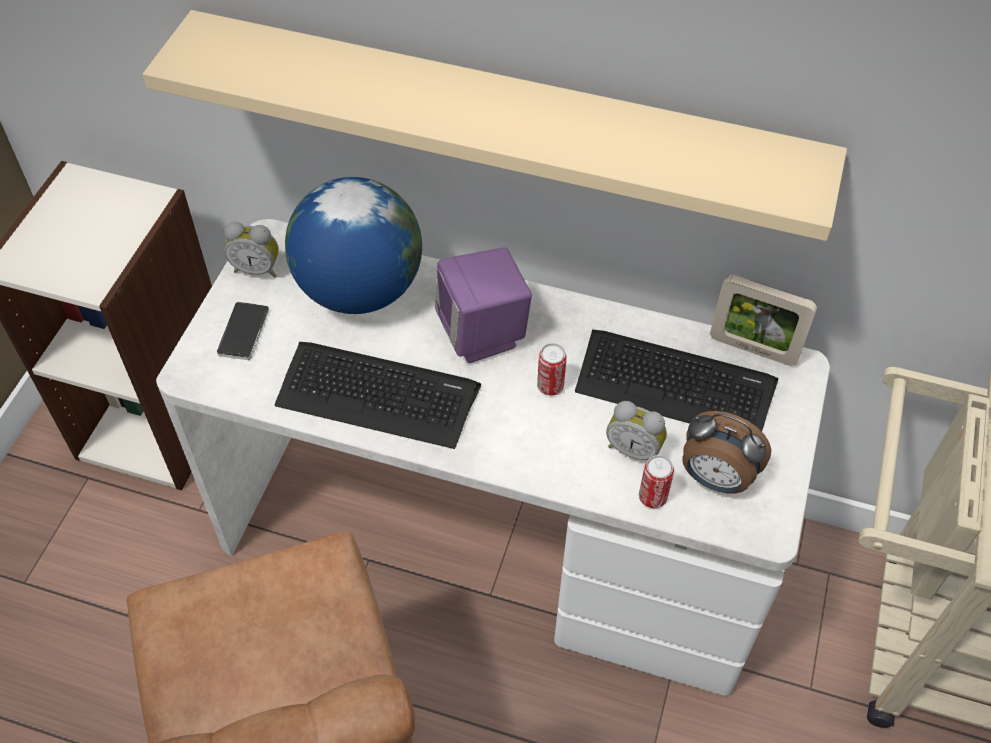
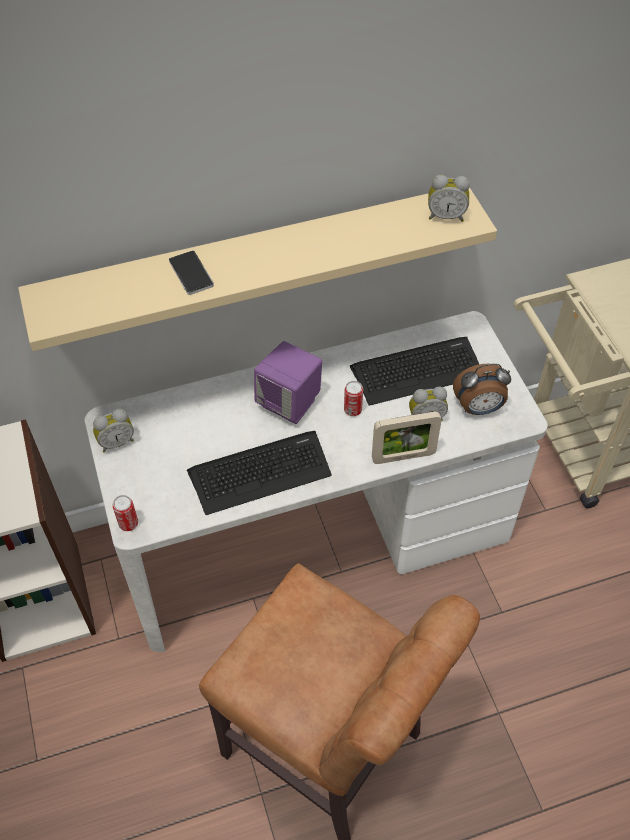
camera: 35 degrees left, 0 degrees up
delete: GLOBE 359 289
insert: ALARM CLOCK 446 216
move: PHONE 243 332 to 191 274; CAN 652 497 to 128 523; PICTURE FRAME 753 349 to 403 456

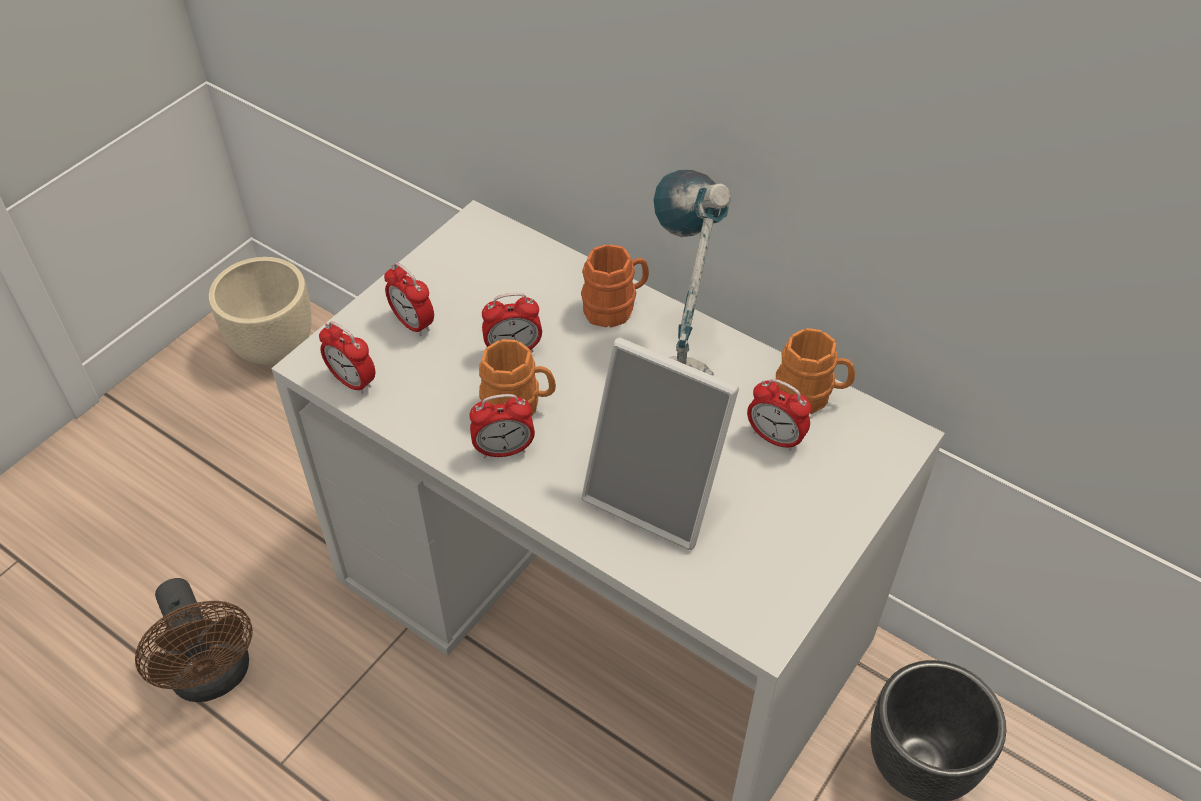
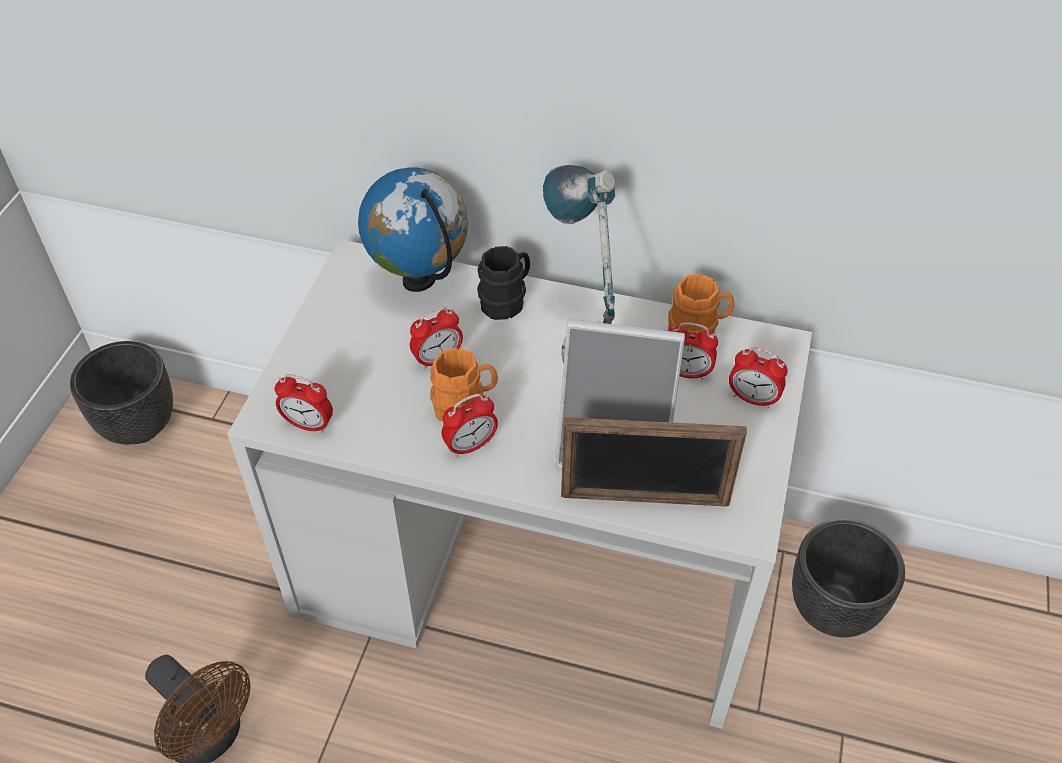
camera: 20 degrees left, 0 degrees up
insert: GLOBE 420 280; PICTURE FRAME 644 499
move: ALARM CLOCK 413 323 to 753 398
recolor: BEIGE PLANTER 275 348 to BLACK PLANTER 140 425; ORANGE MUG 615 307 to BLACK MUG 507 300

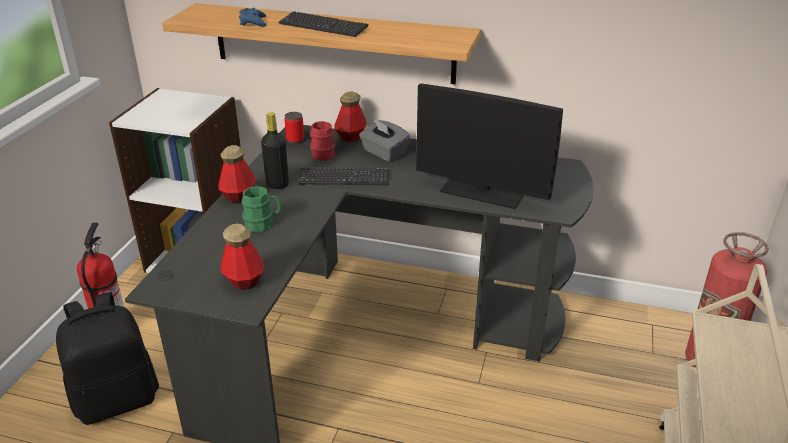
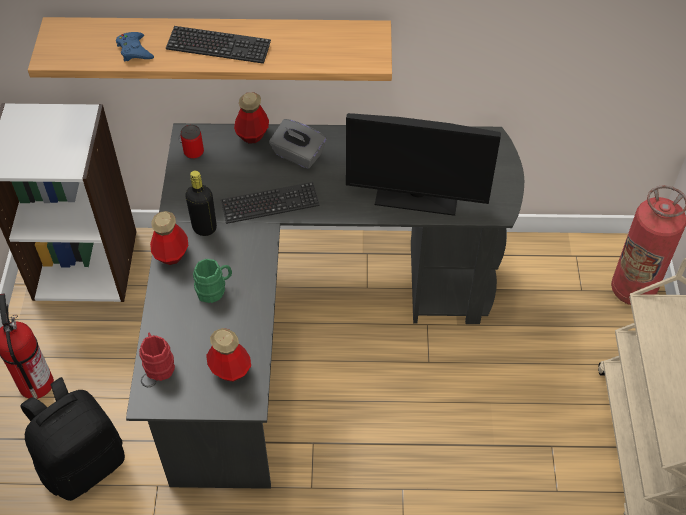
camera: 15 degrees left, 20 degrees up
move: RED MUG 323 153 to 158 364

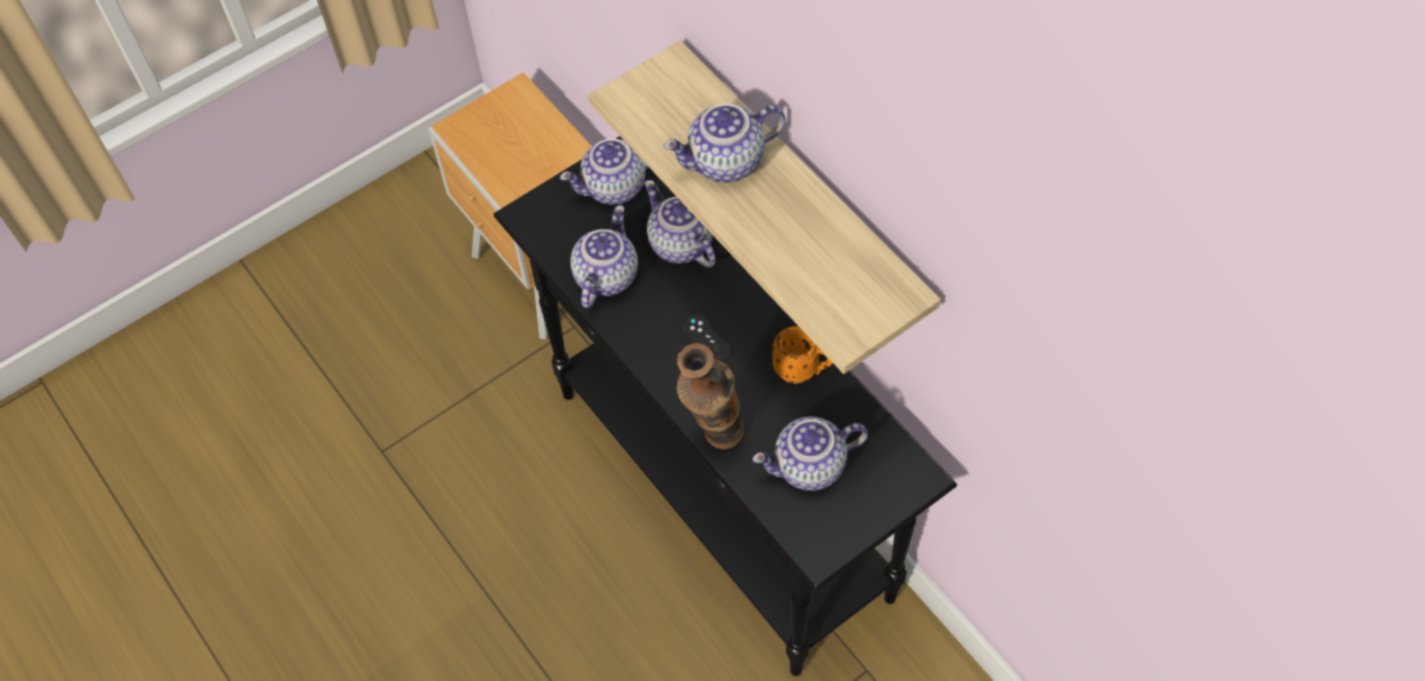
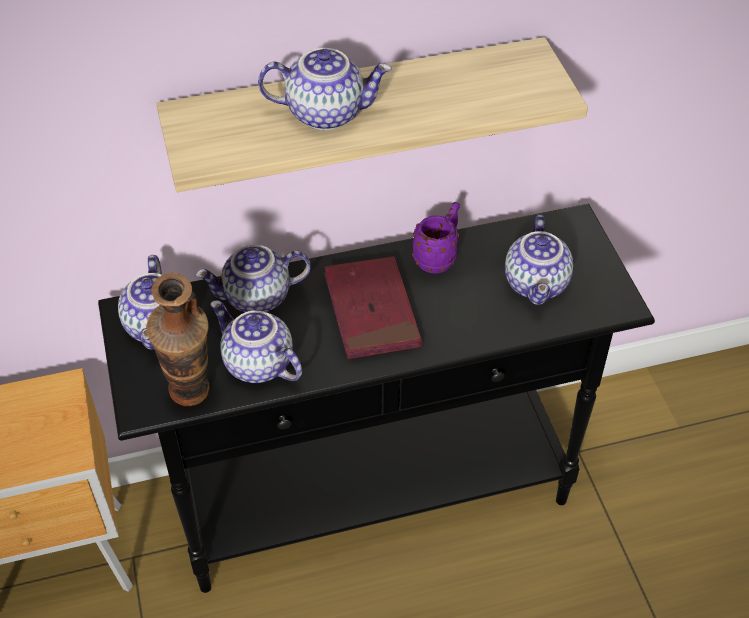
camera: 70 degrees left, 10 degrees down
move: VASE 713 441 to 193 402
replace: BLACK GAME CONTROLLER 707 339 to RED BOOK 371 311
recolor: ORANGE MUG 803 369 to PURPLE MUG 438 257
rotate: TEAPOT 726 163 = 326 112 90 degrees counterclockwise

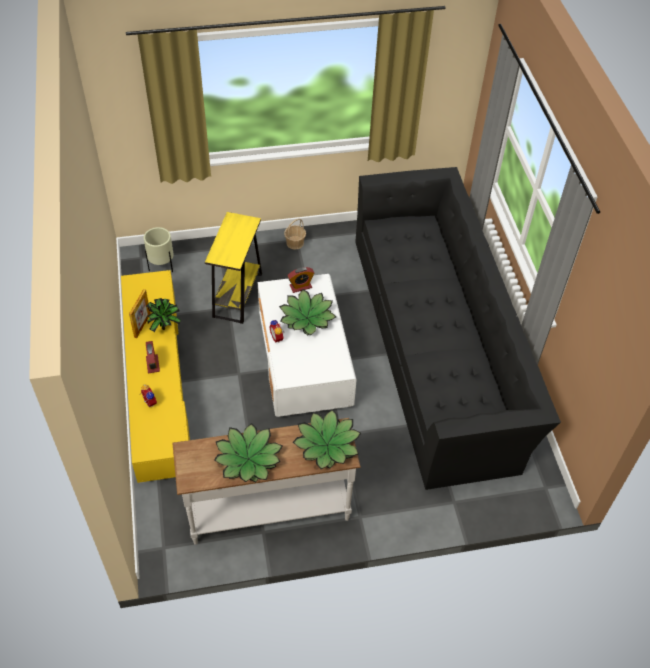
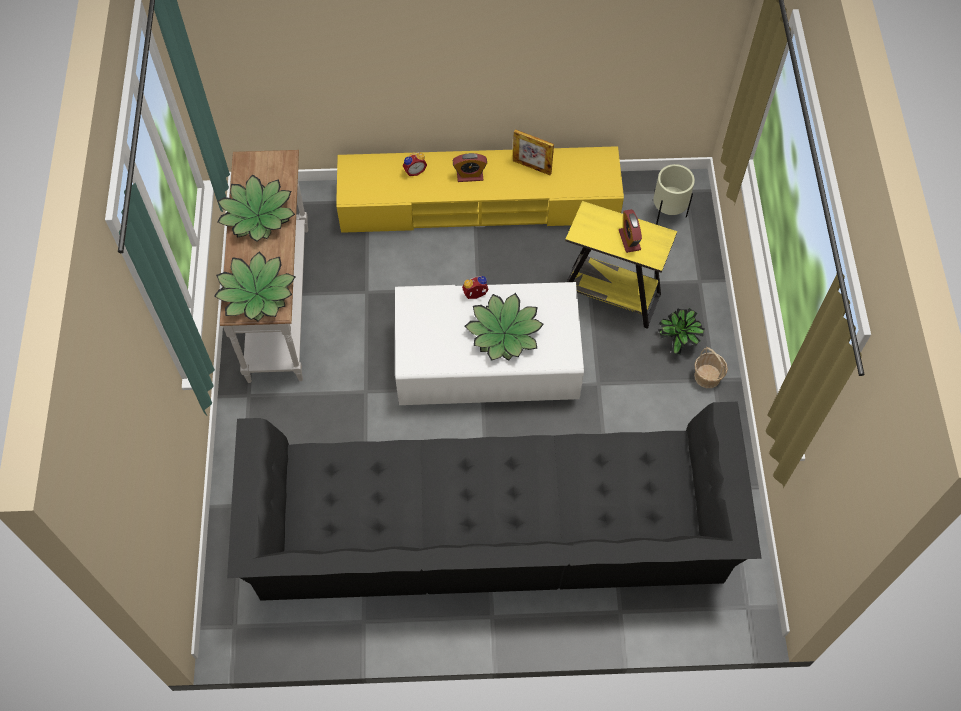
camera: 100 degrees right, 10 degrees up
move: POTTED PLANT 165 327 to 678 343; ALARM CLOCK 300 286 to 629 240

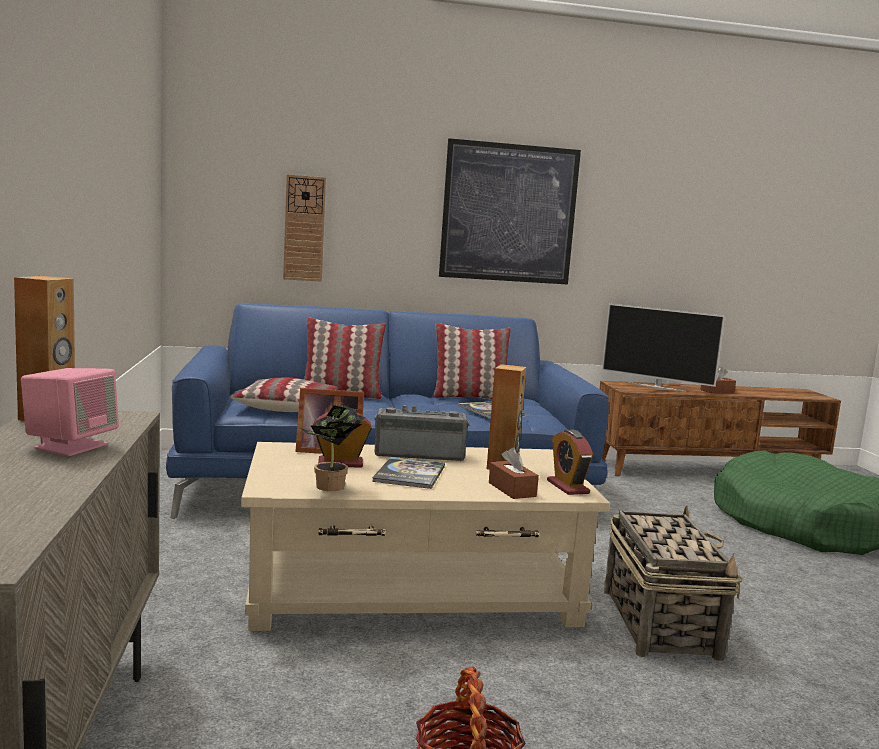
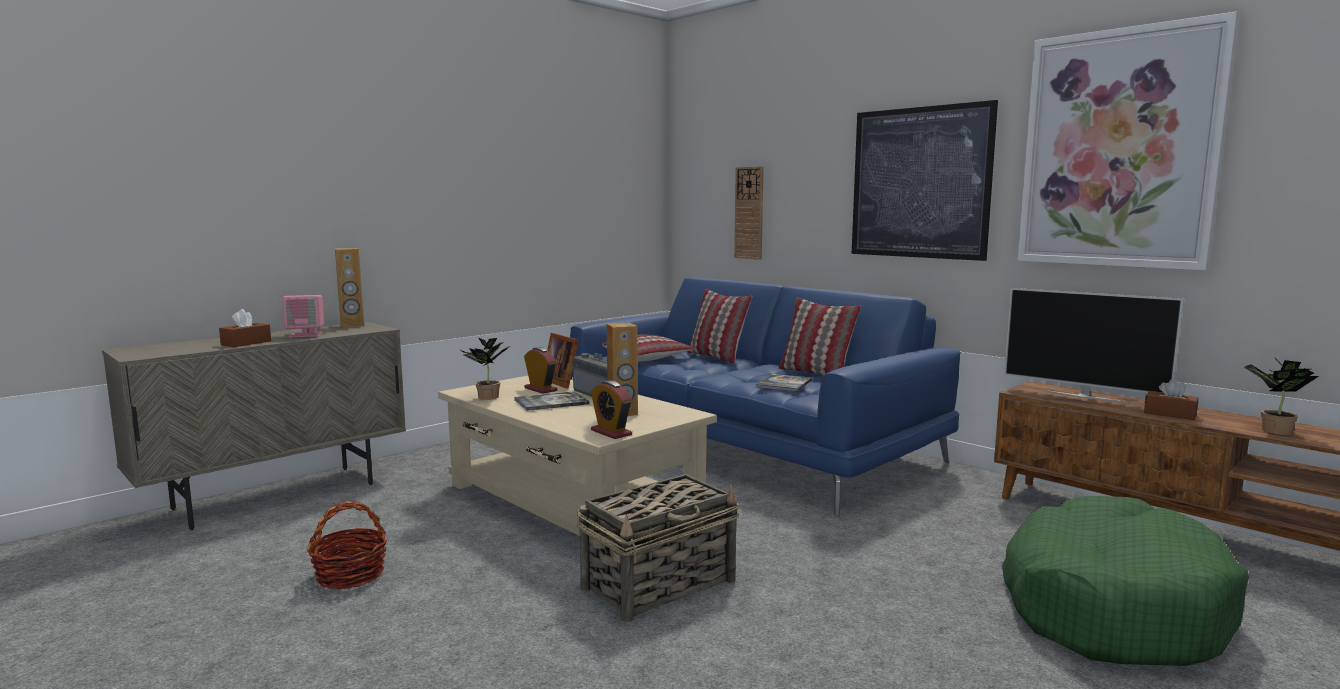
camera: 55 degrees right, 0 degrees up
insert: PICTURE 1118 149; POTTED PLANT 1271 430
move: BROWN TISSUE BOX 512 489 to 246 343
rotate: ALARM CLOCK 567 487 = 611 432 75 degrees counterclockwise; TELEVISION 656 387 = 1083 396 45 degrees counterclockwise

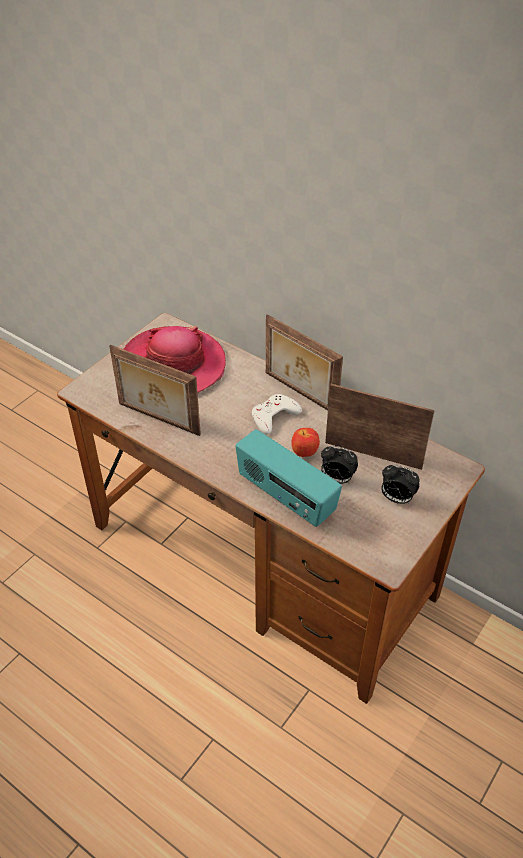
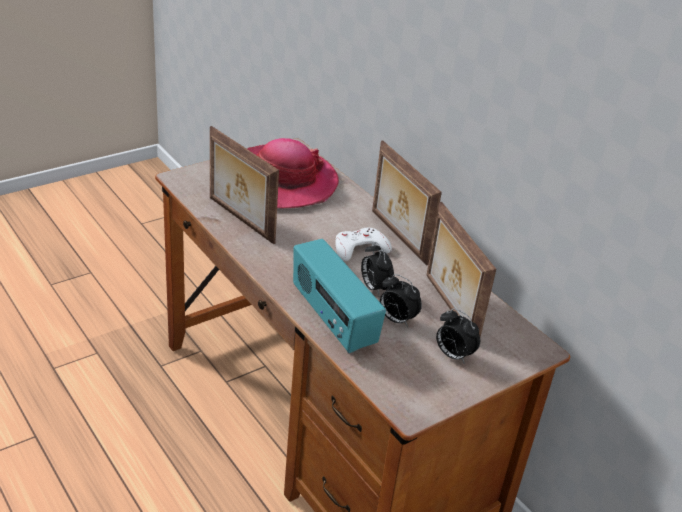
camera: 15 degrees right, 10 degrees down
replace: APPLE 304 453 to ALARM CLOCK 374 288
rotate: PICTURE FRAME 373 454 = 449 309 150 degrees counterclockwise

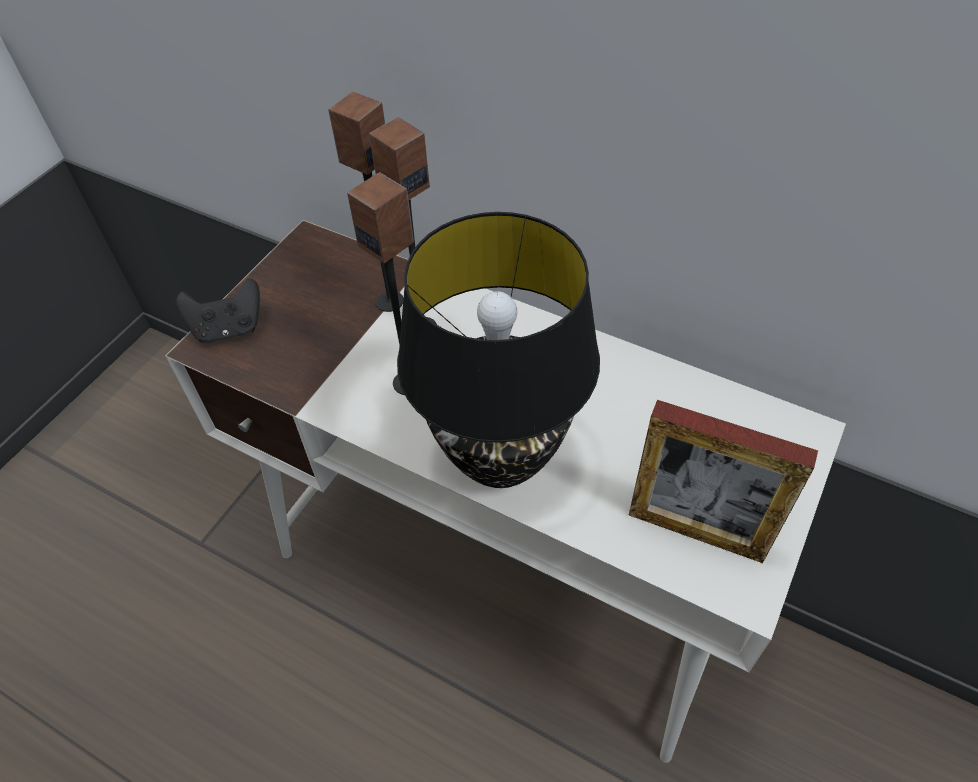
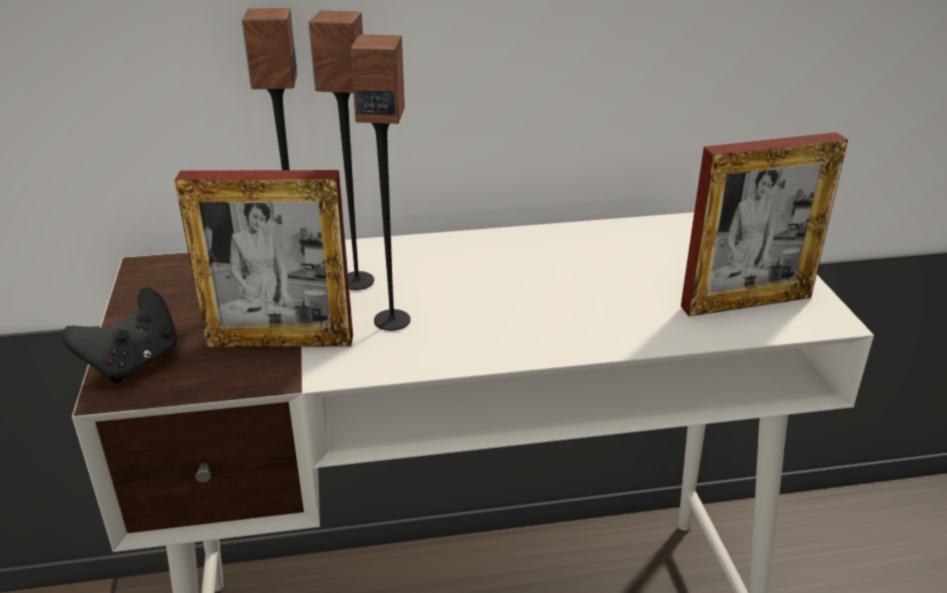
camera: 40 degrees left, 20 degrees down
delete: BLACK TABLE LAMP 499 457
insert: PICTURE FRAME 280 341

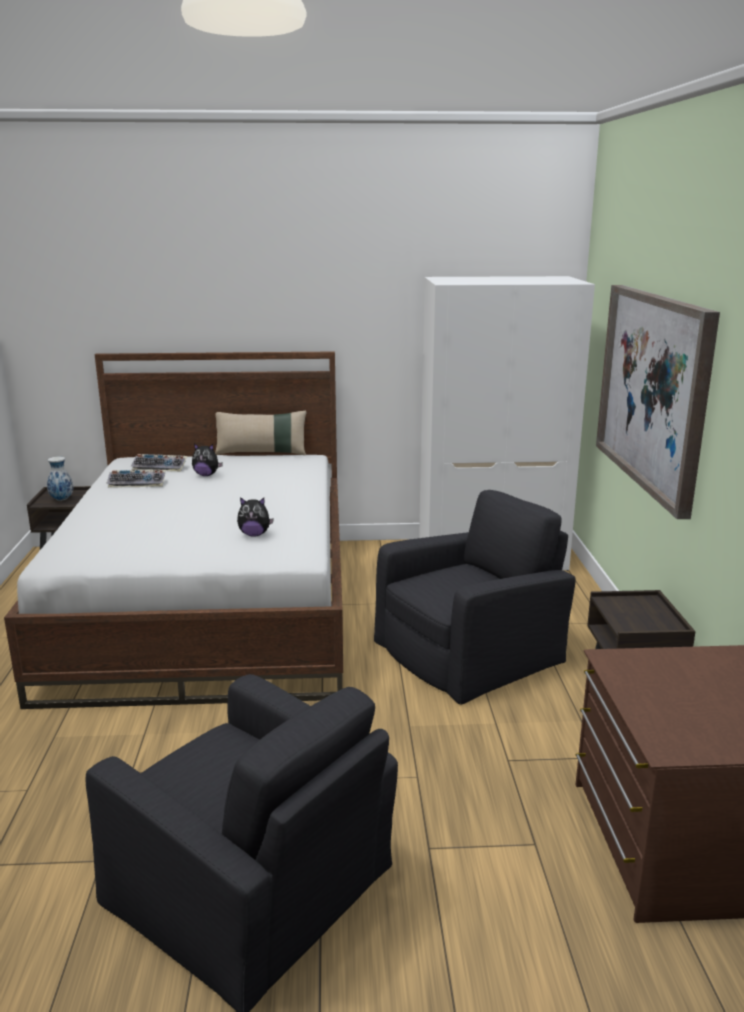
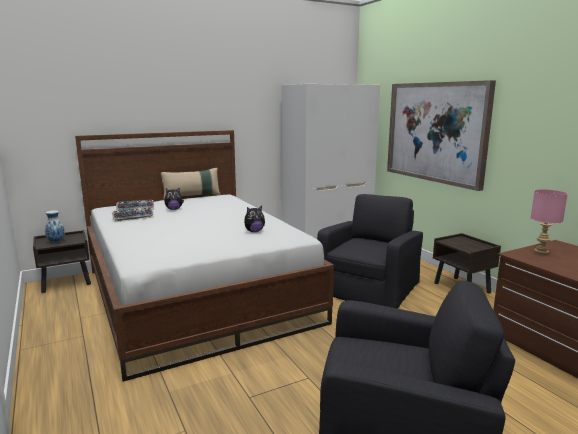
camera: 25 degrees left, 5 degrees down
insert: PINK TABLE LAMP 541 252

